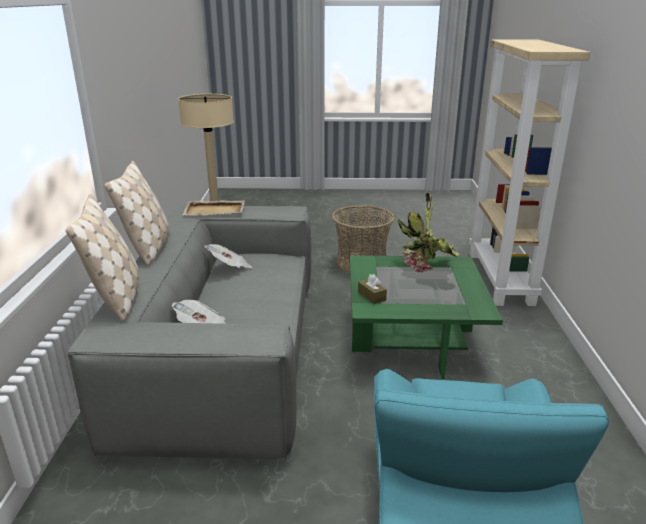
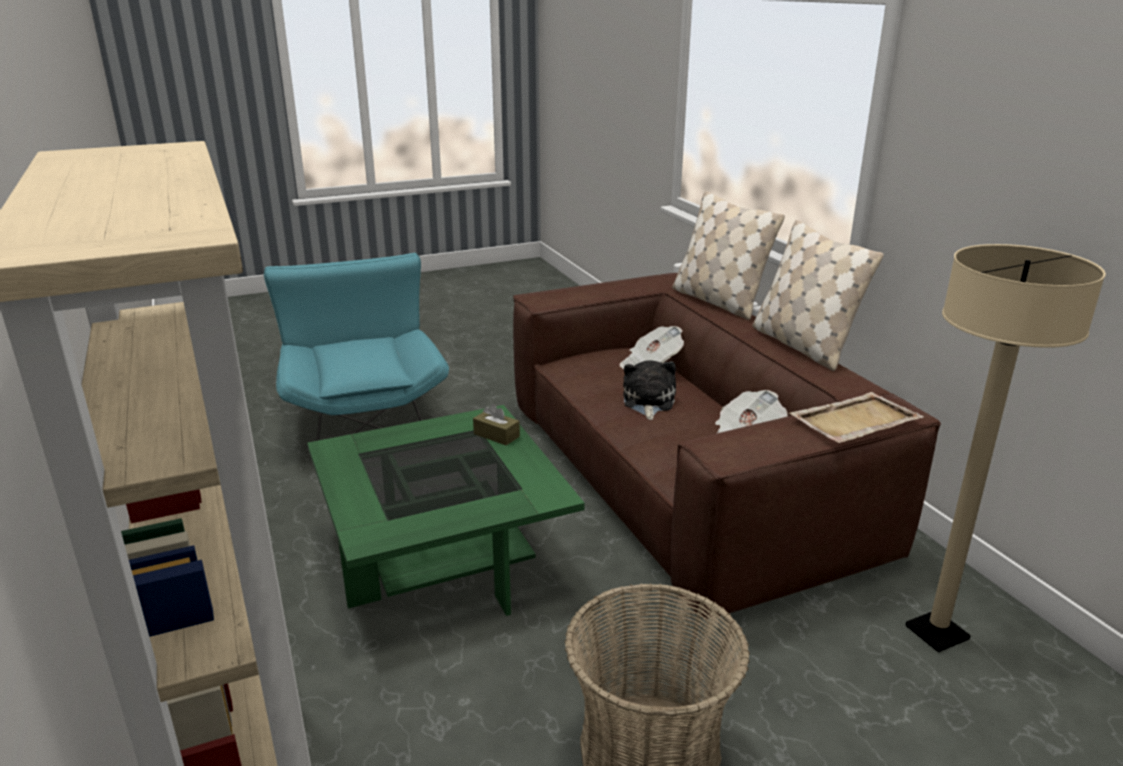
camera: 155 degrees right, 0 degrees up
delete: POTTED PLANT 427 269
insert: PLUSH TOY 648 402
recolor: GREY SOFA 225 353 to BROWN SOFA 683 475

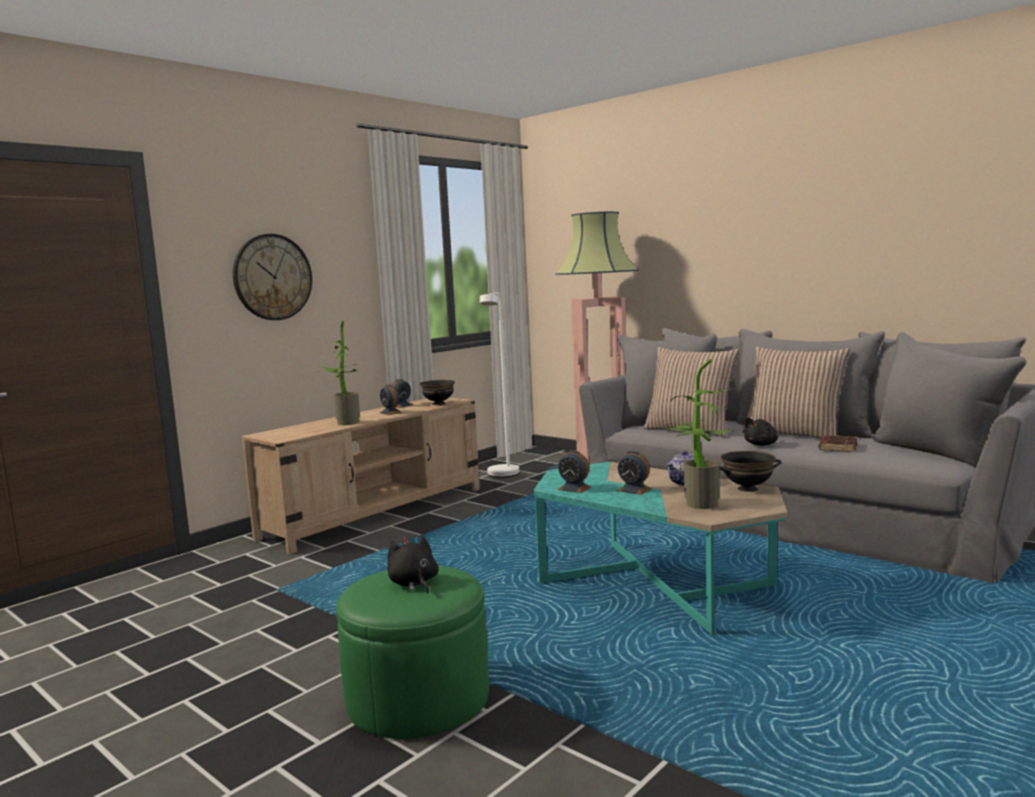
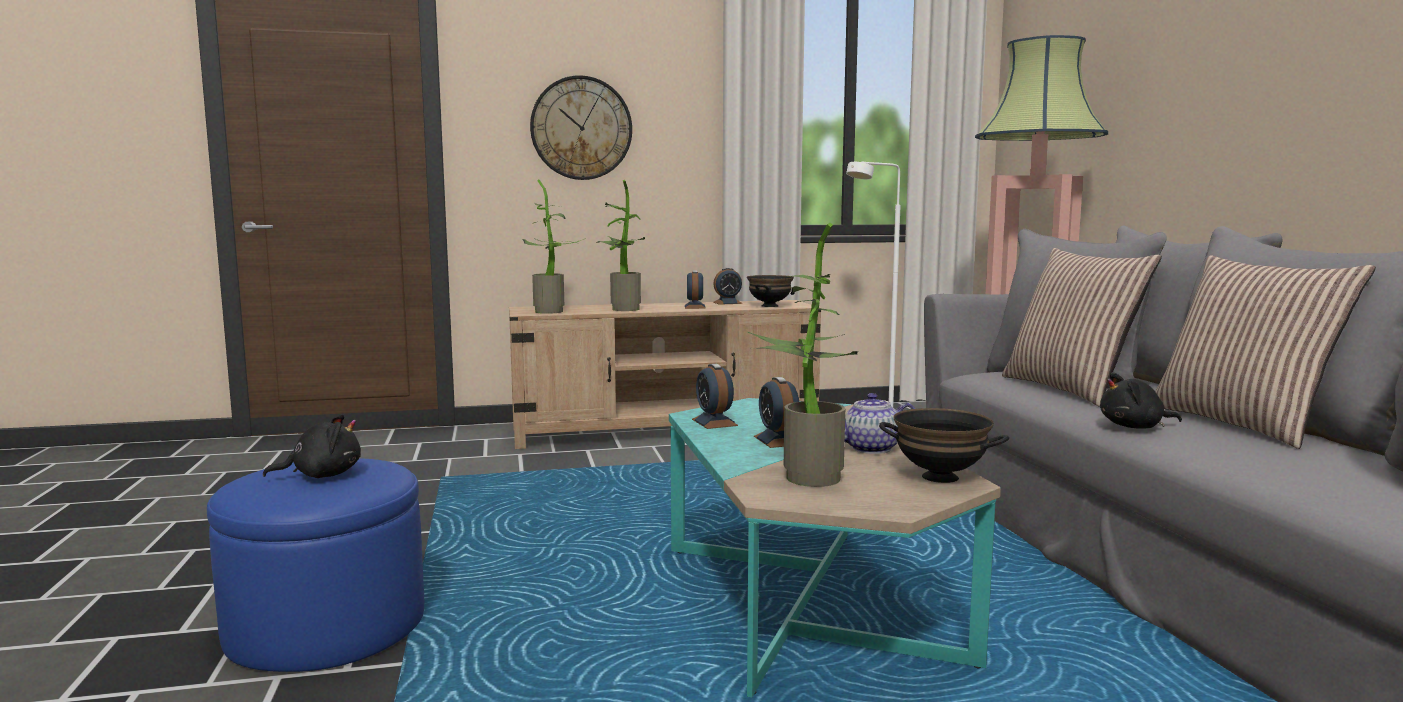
camera: 35 degrees right, 0 degrees up
delete: BROWN BOOK 837 447
insert: POTTED PLANT 553 311
recolor: GREEN OTTOMAN 418 697 to BLUE OTTOMAN 326 625
rotate: BLACK PLUSH TOY 414 583 = 322 475 60 degrees clockwise

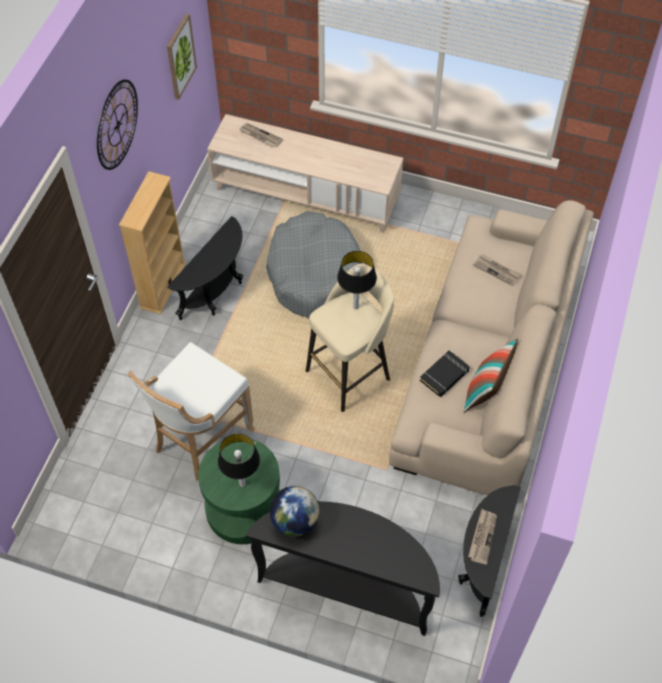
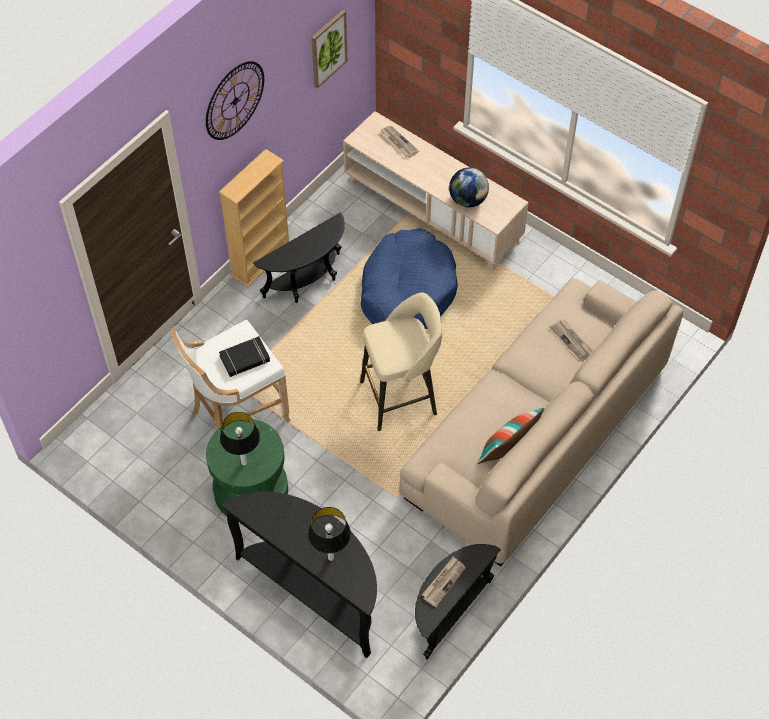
camera: 20 degrees right, 0 degrees up
move: GLOBE 295 521 to 468 200; TABLE LAMP 356 307 to 331 558; BLACK BOOK 444 376 to 245 359
recolor: GREY DOG BED 313 273 to BLUE DOG BED 407 291

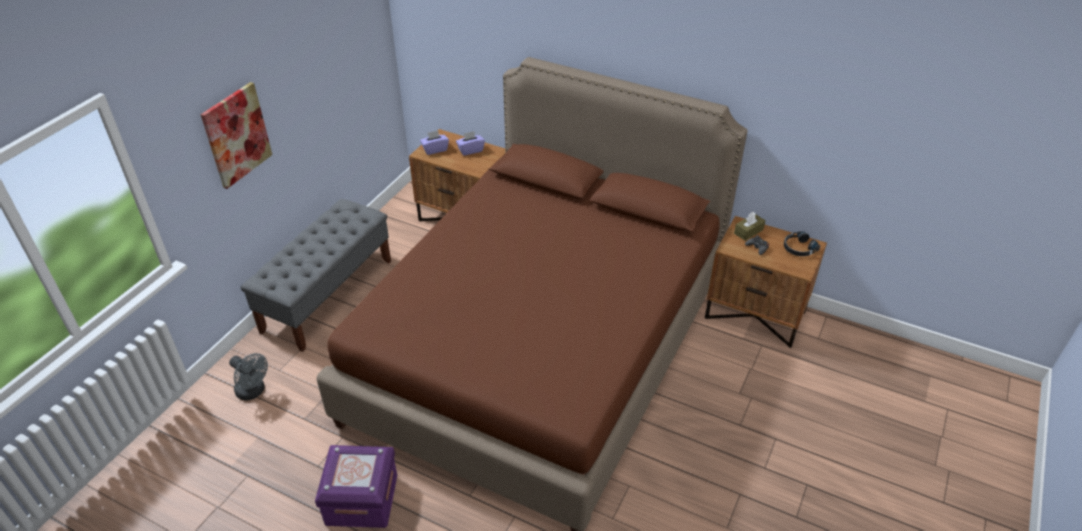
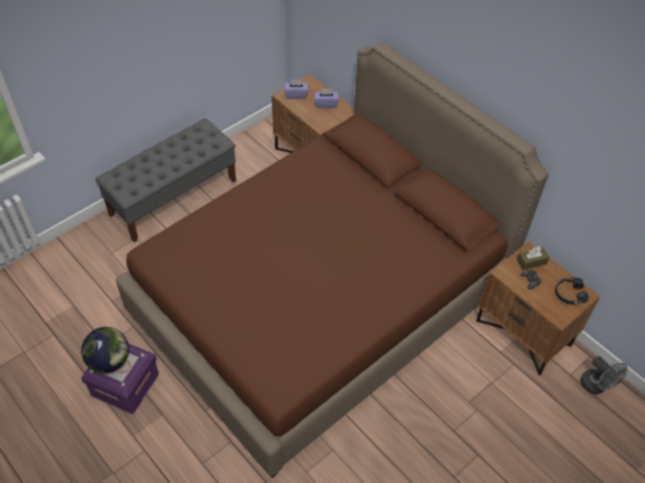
camera: 20 degrees right, 10 degrees up
delete: PICTURE 236 135
insert: GLOBE 109 361
move: GREY FAN 253 392 to 596 386

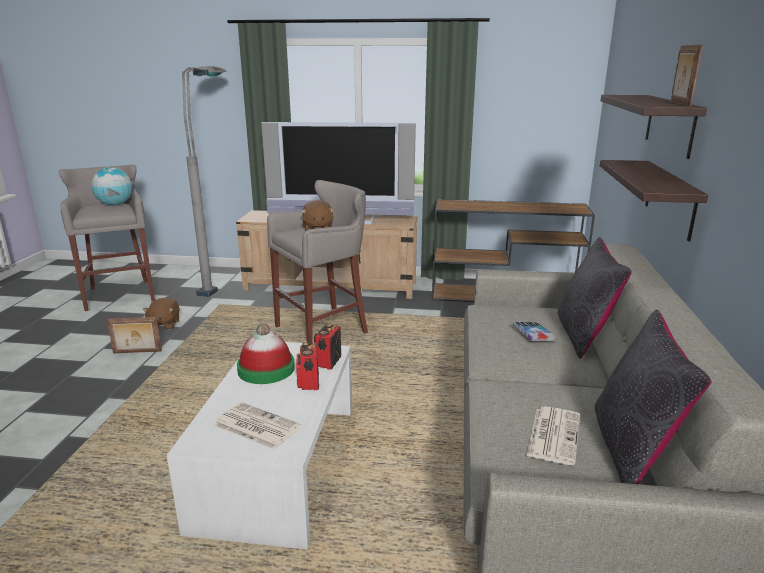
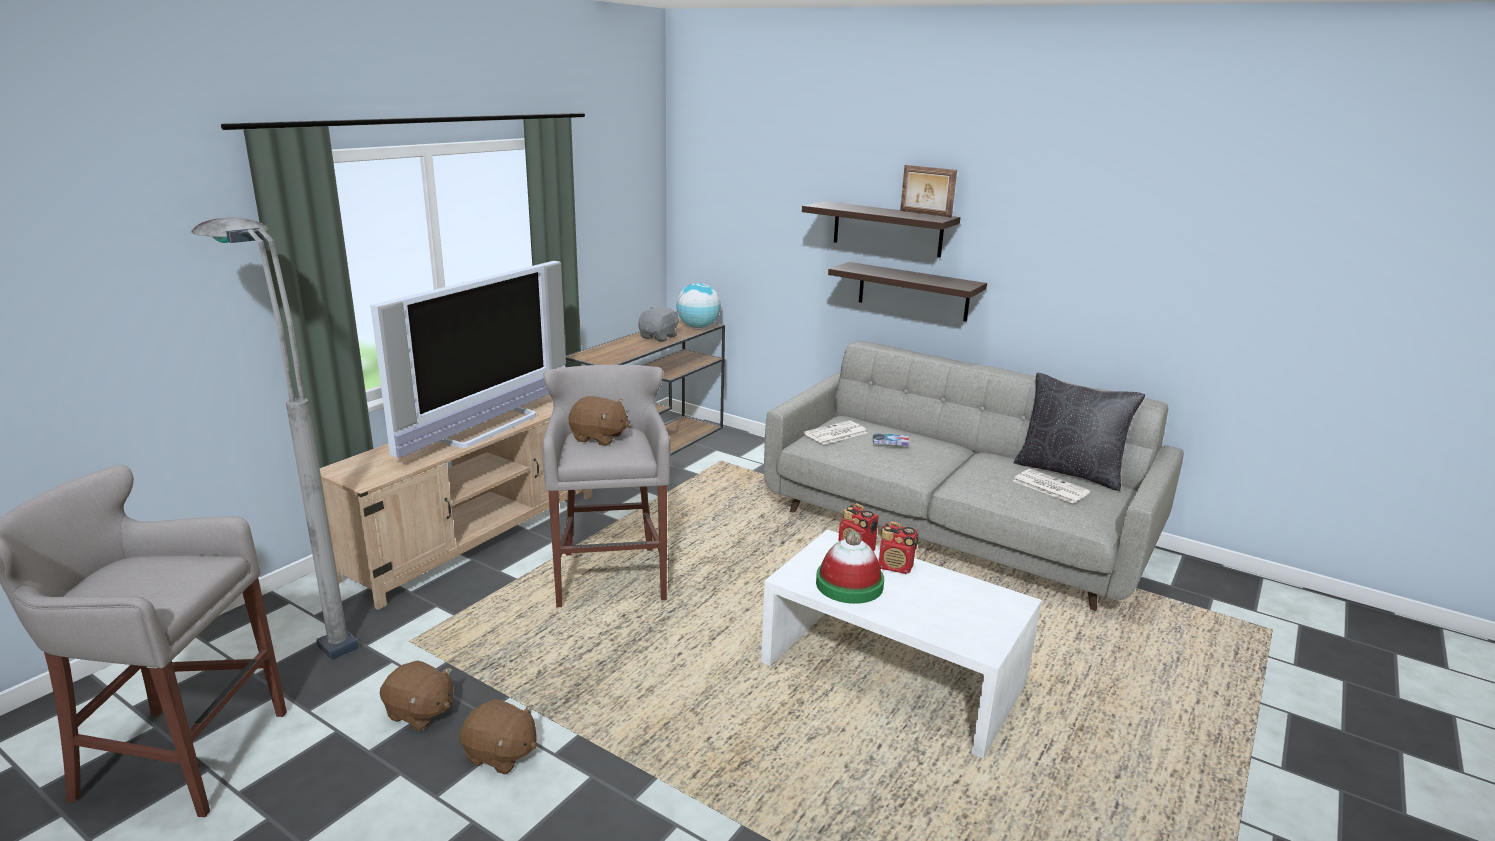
camera: 65 degrees left, 0 degrees up
delete: BLACK PILLOW 584 335
insert: GREY PLUSH TOY 659 337
move: GLOBE 115 204 to 698 327; NEWSPAPER 255 426 to 835 434
replace: PICTURE FRAME 137 352 to BROWN PLUSH TOY 500 754

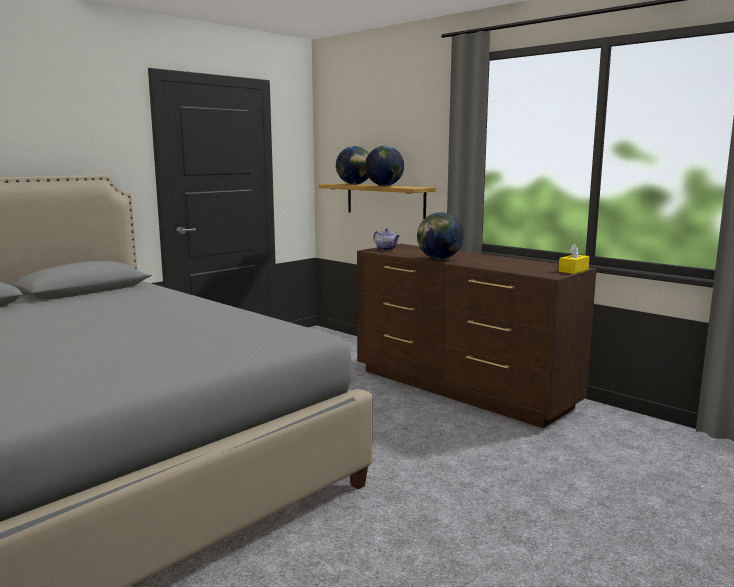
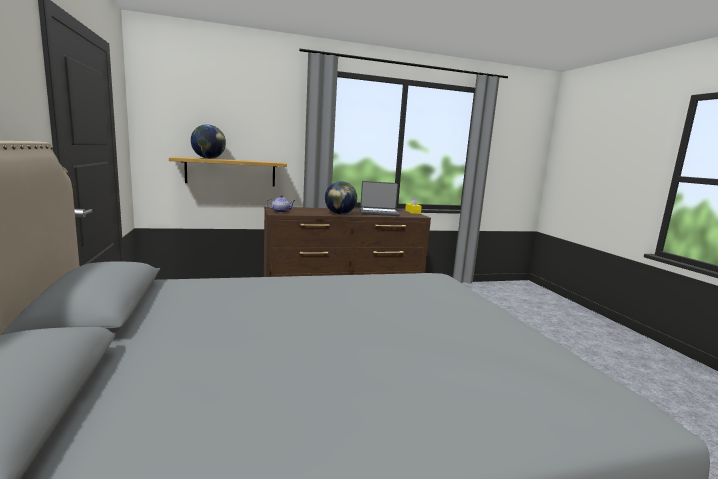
camera: 60 degrees left, 0 degrees up
delete: GLOBE 384 186
insert: LAPTOP 379 213

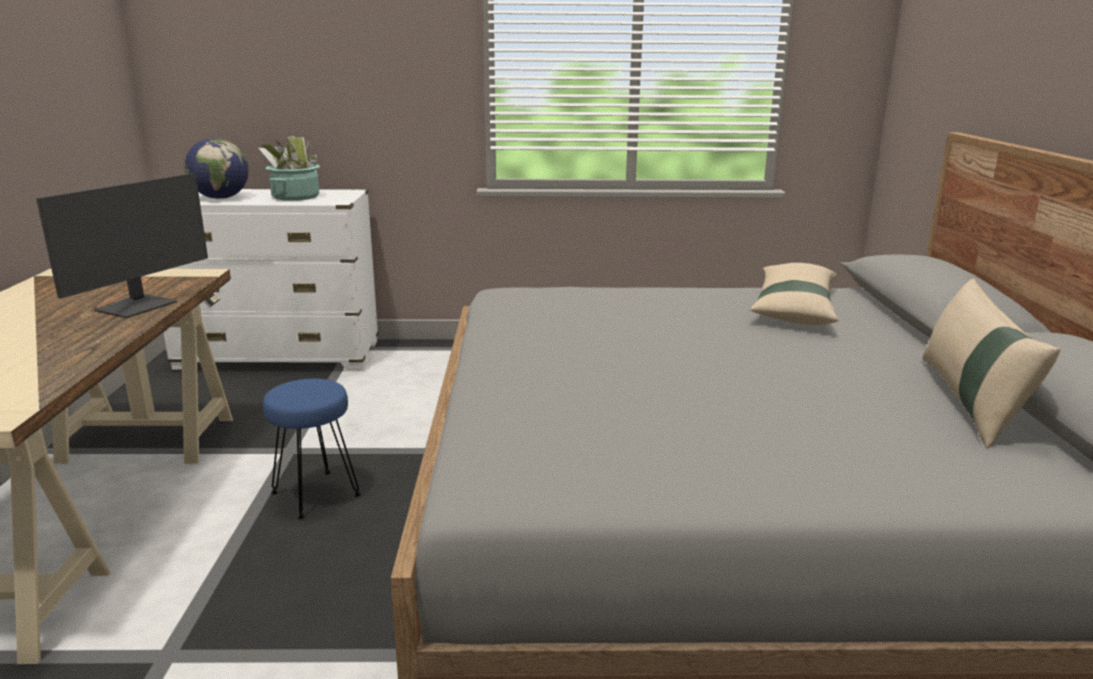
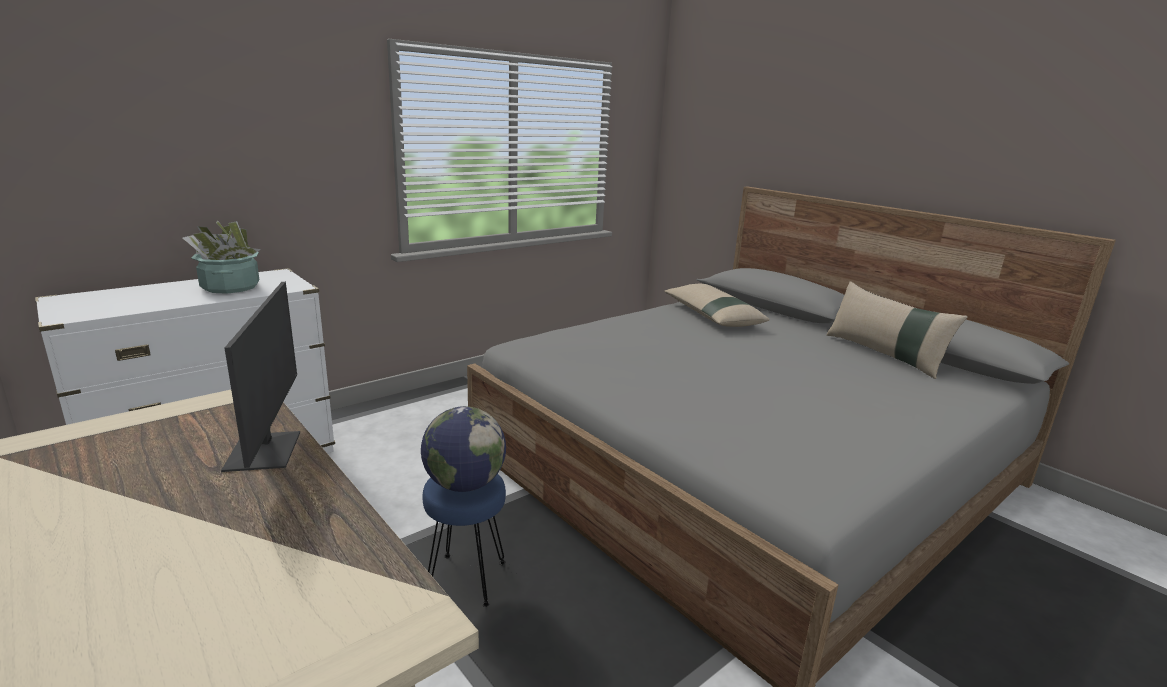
camera: 40 degrees left, 0 degrees up
move: GLOBE 221 198 to 464 484

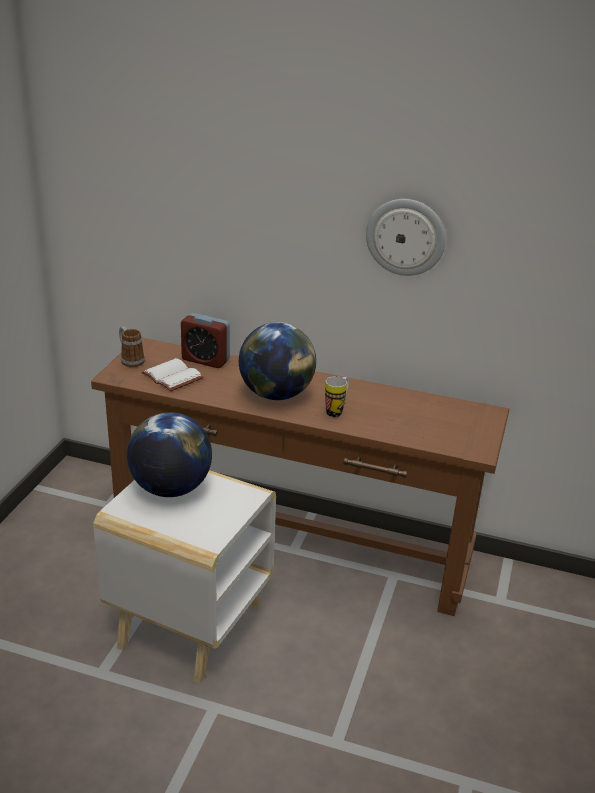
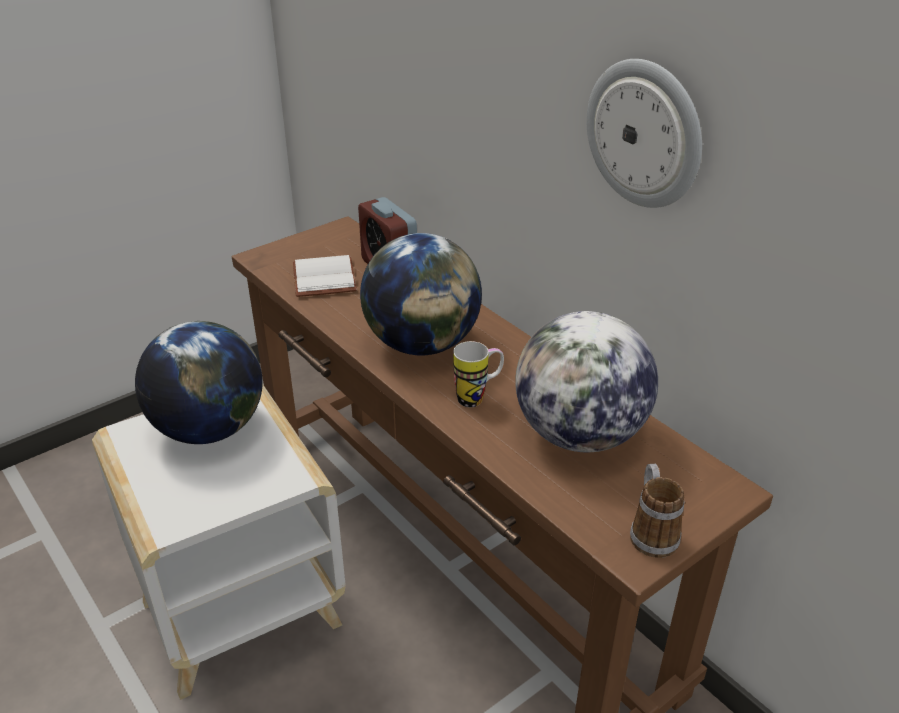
camera: 35 degrees right, 5 degrees up
insert: GLOBE 580 435
move: MUG 130 360 to 651 532

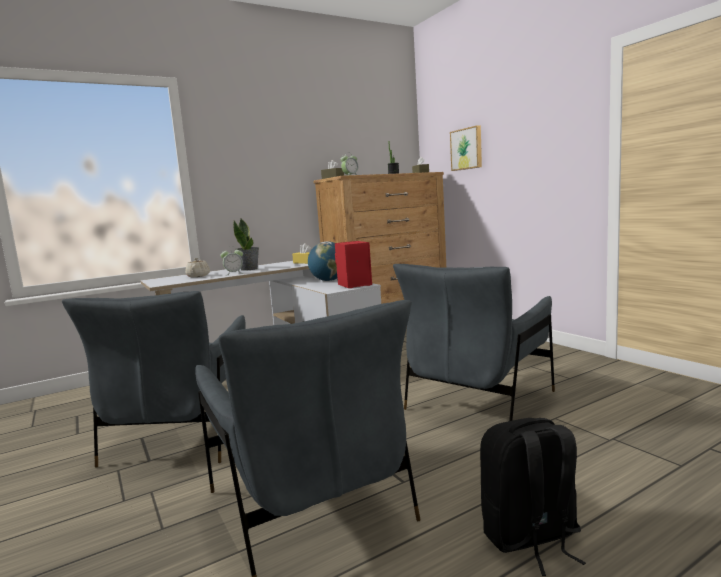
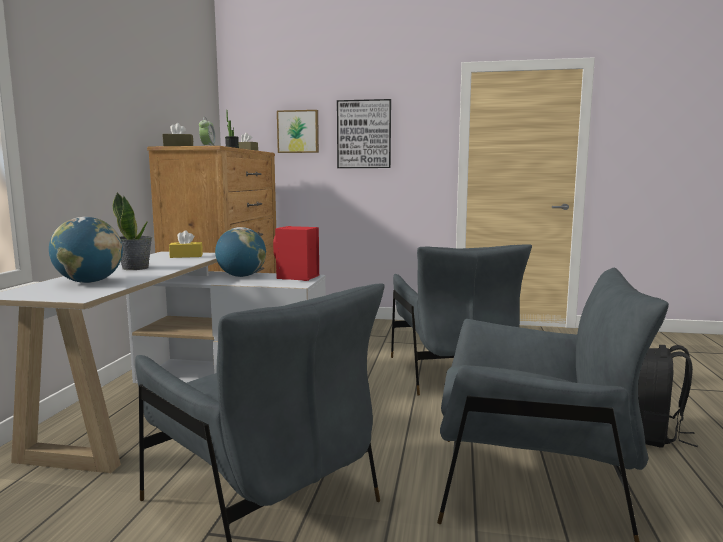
camera: 50 degrees left, 0 degrees up
delete: ALARM CLOCK 234 273
insert: PICTURE 364 134
replace: BEIGE TEAPOT 198 276 to GLOBE 89 282

